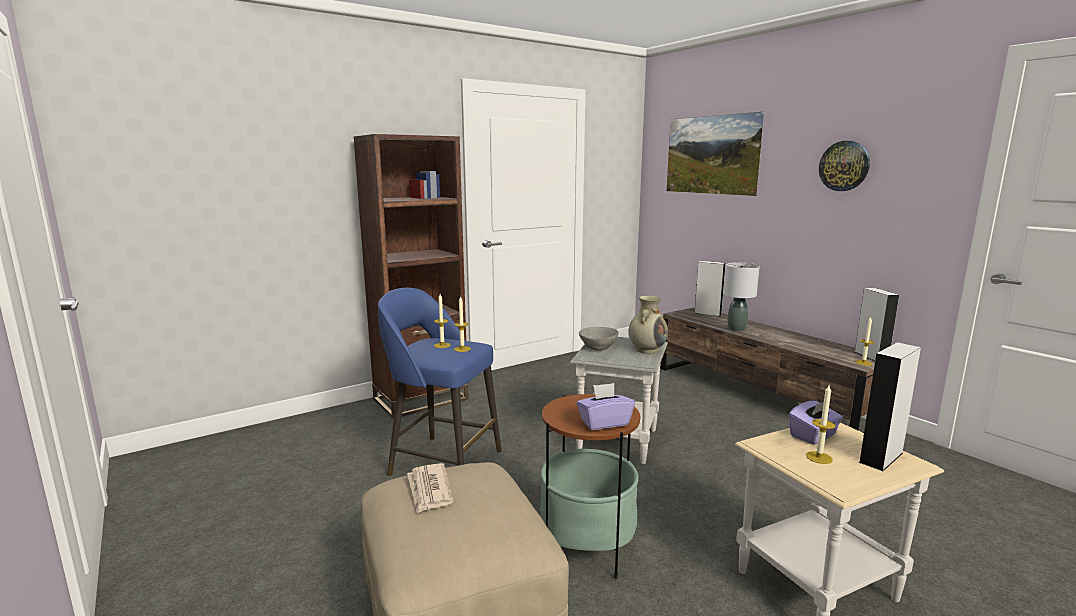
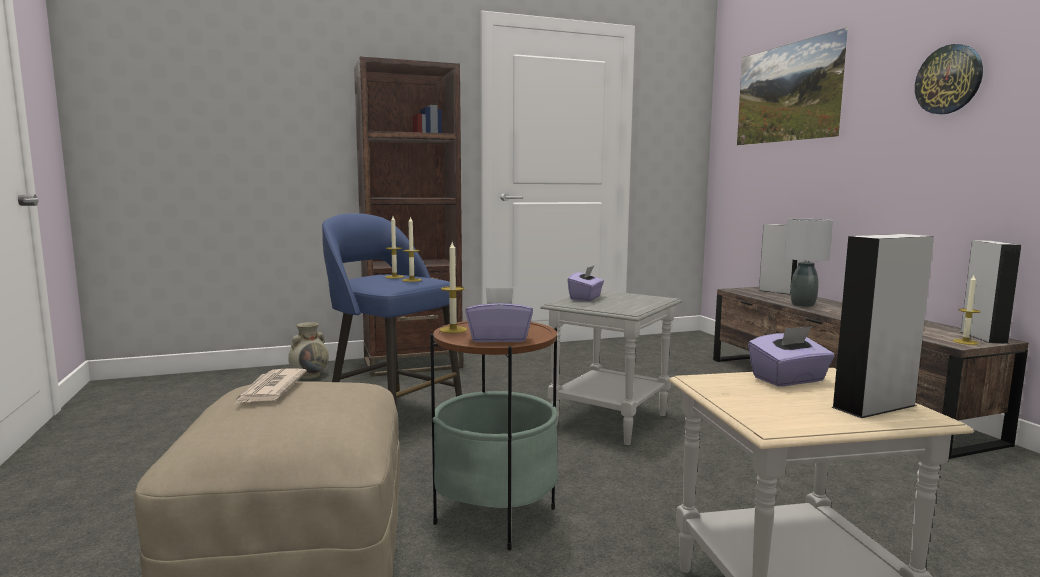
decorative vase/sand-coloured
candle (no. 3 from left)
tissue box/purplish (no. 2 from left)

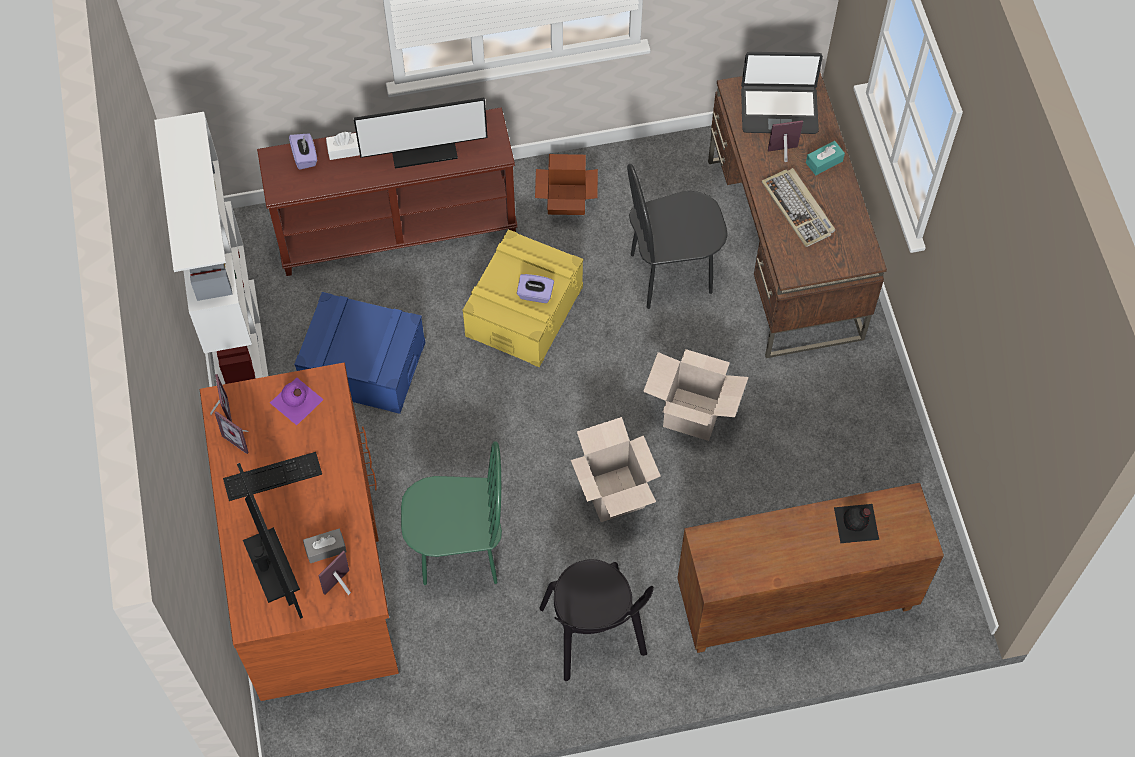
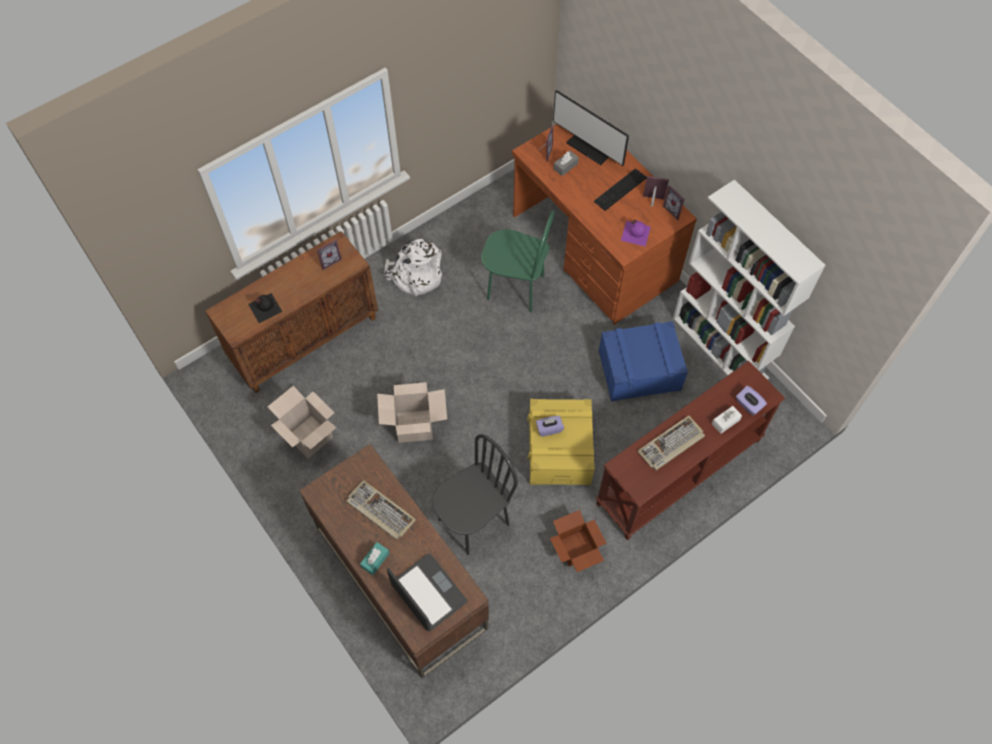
carton (no. 1 from left)
photo frame (no. 1 from left)
knapsack/whitish
laptop
plain chair/greenish
PC keyboard (no. 3 from left)

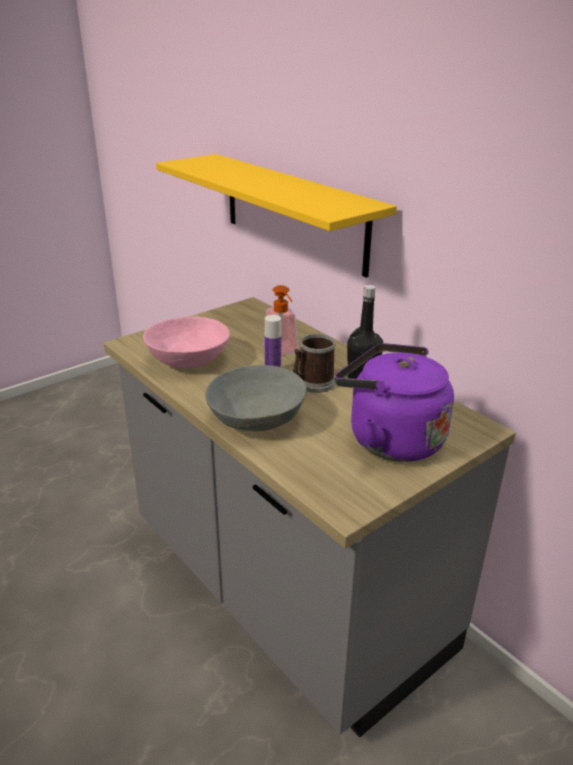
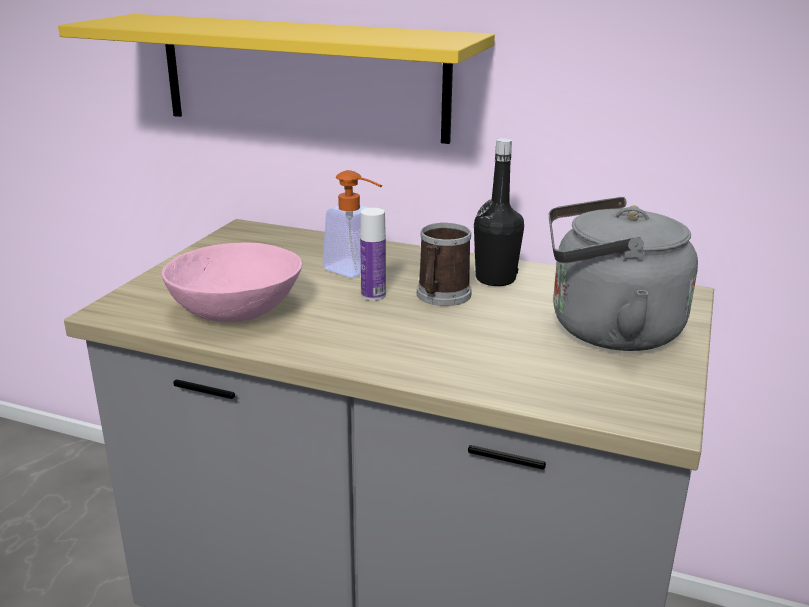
kettle/grey
serving bowl/grey

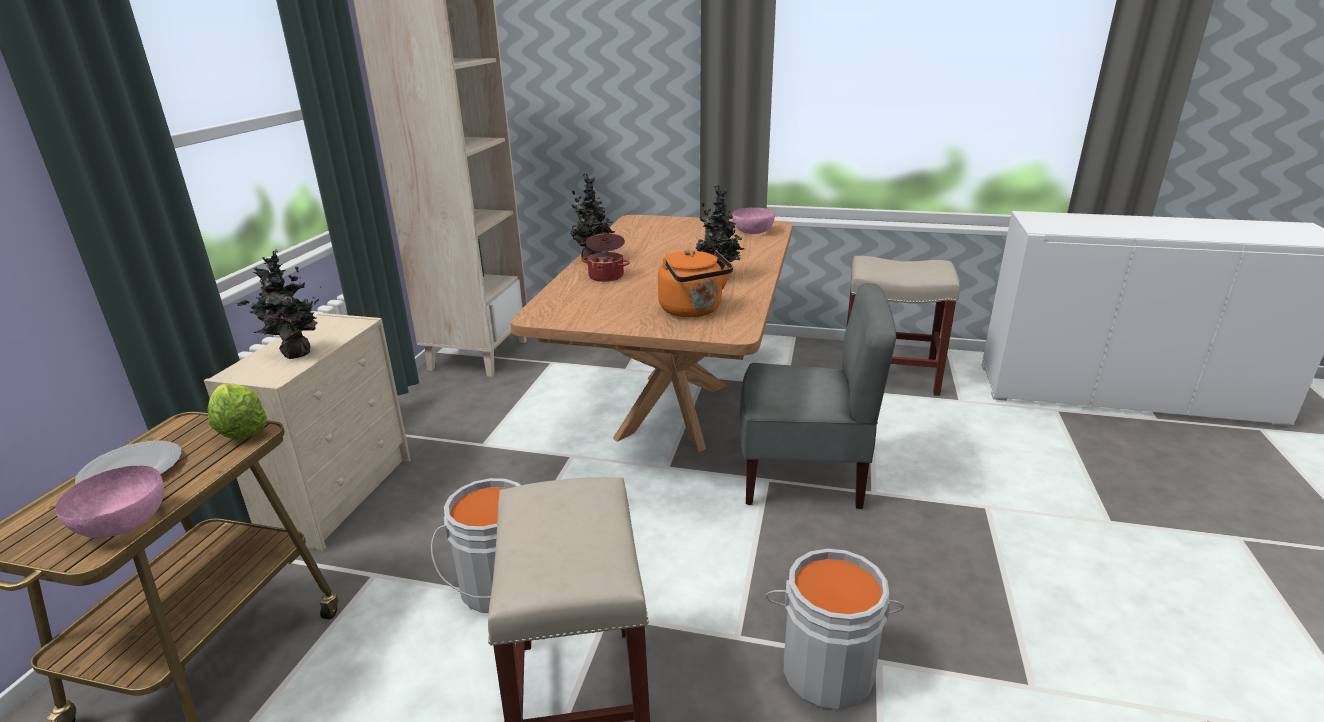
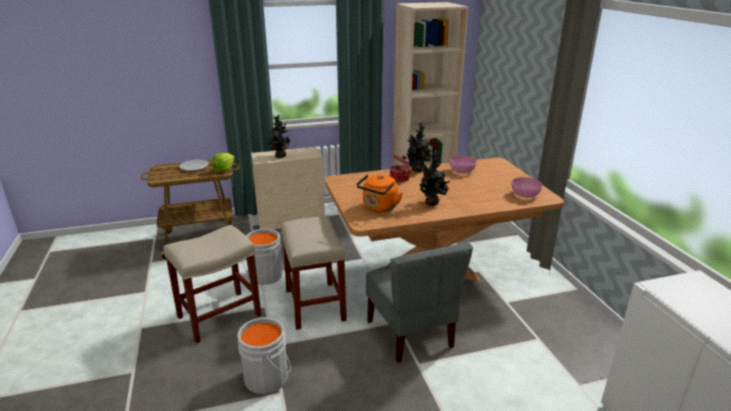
stool seat/sand-coloured (no. 2 from left)
serving bowl/pink (no. 1 from left)

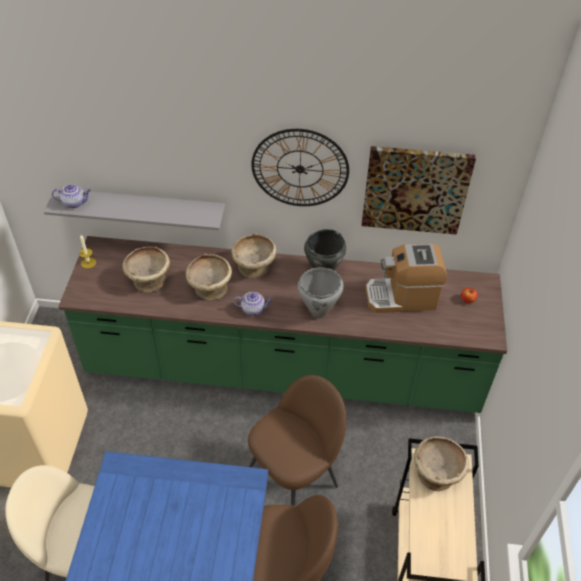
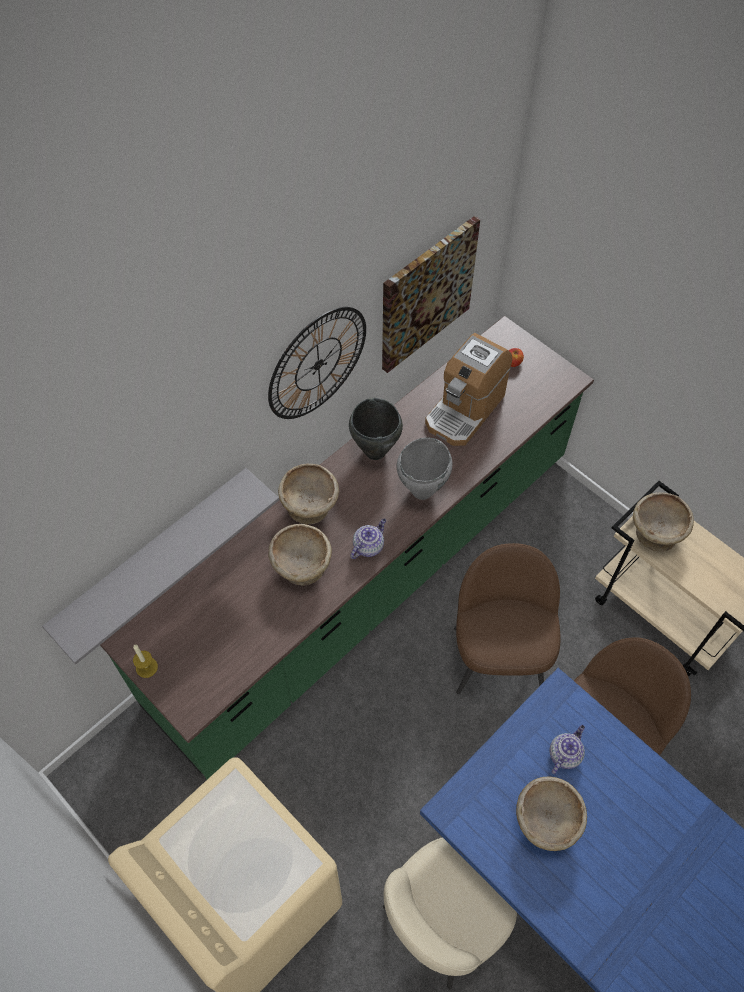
serving bowl/sand-coloured (no. 3 from left)
teapot (no. 2 from left)

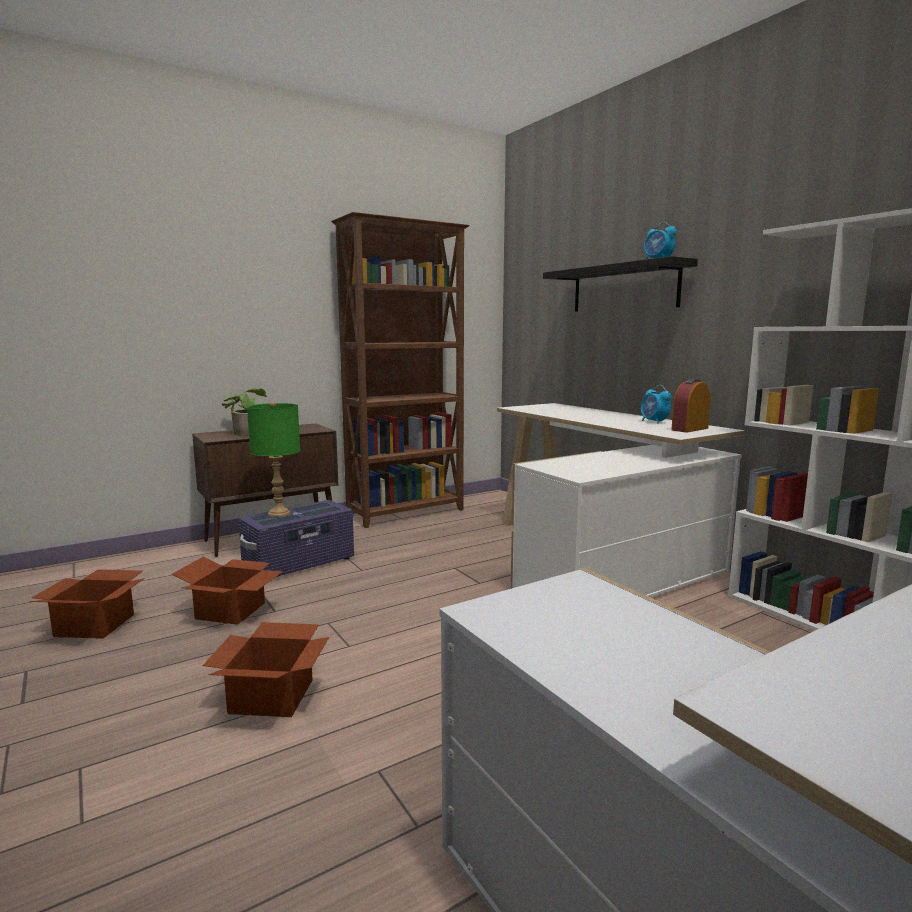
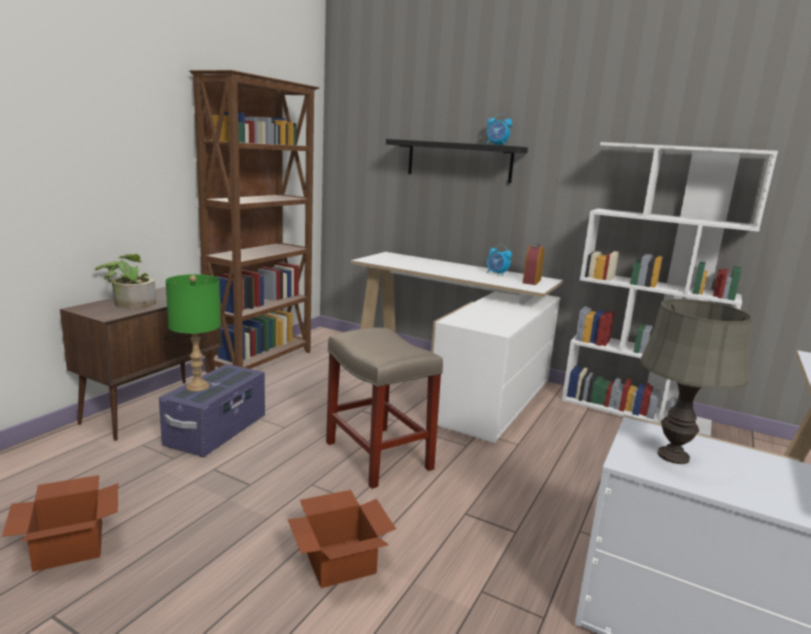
stool seat/sand-coloured
tabletop lamp/grey
carton (no. 2 from left in the first image)

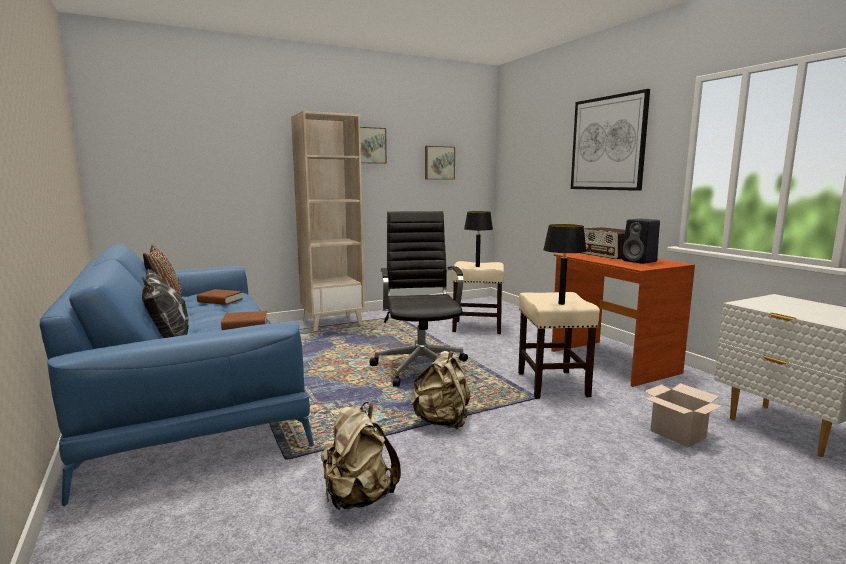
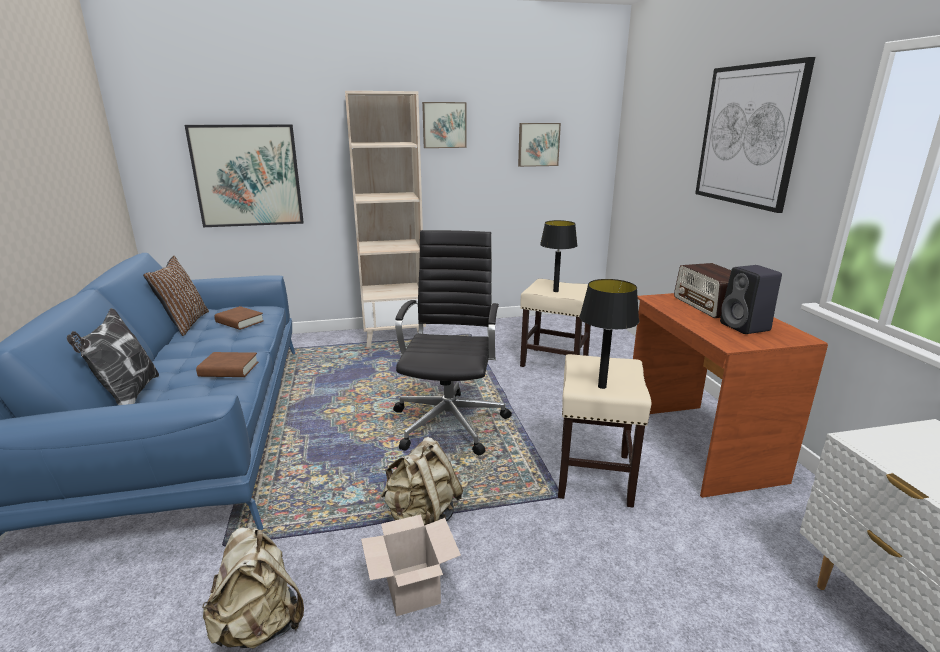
picture (no. 1 from left)
carton

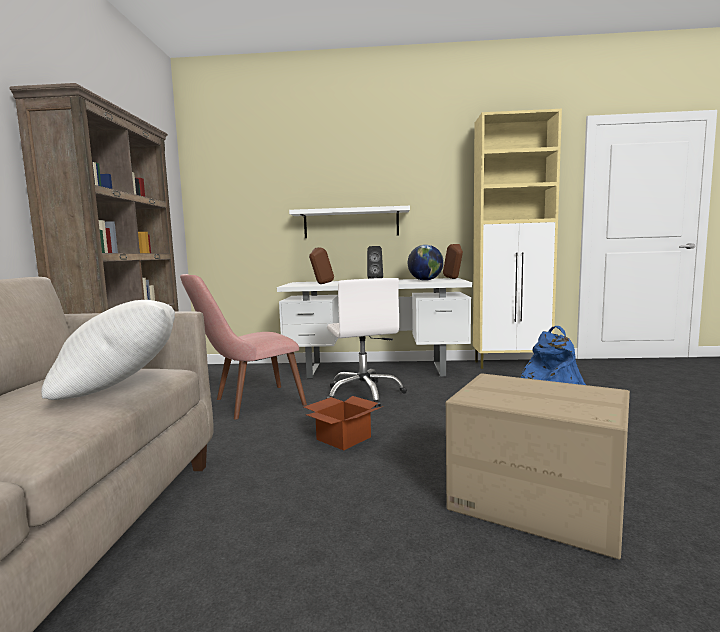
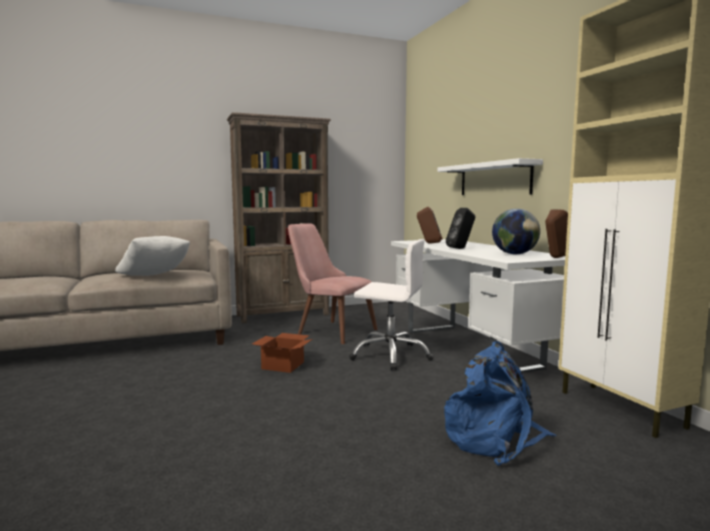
office chair/whitish
carton (no. 2 from left in the first image)

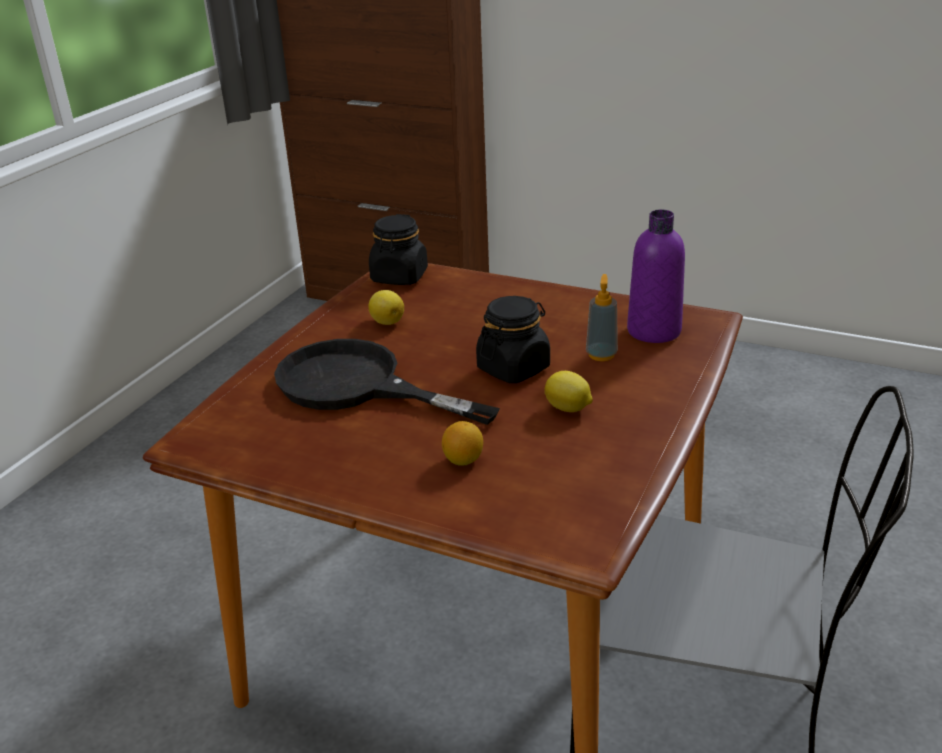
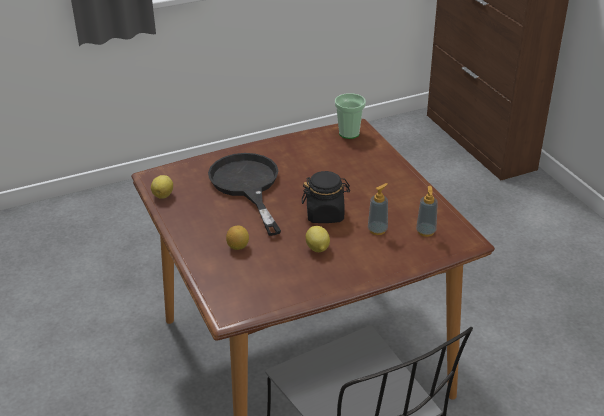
lemon (no. 1 from left)
small cup
soap bottle (no. 2 from left)

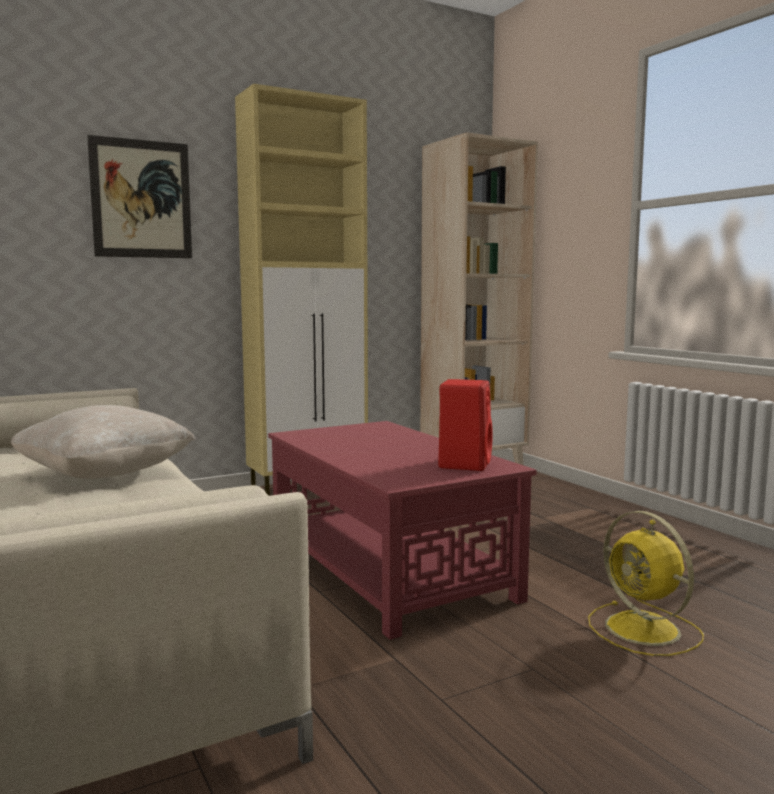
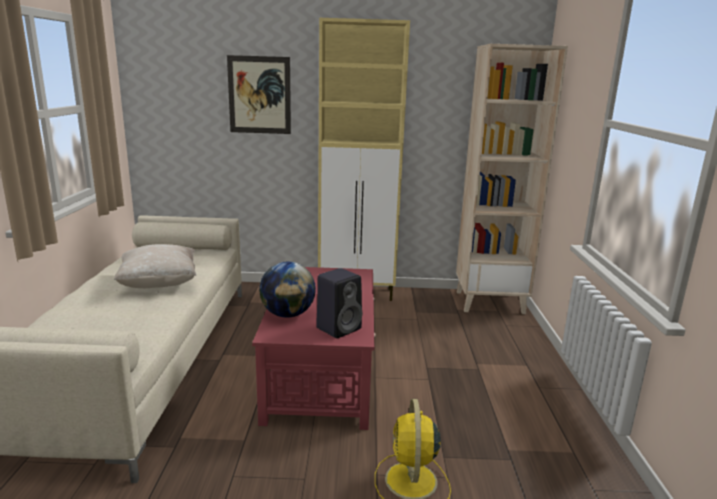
globe
loudspeaker/blackish

